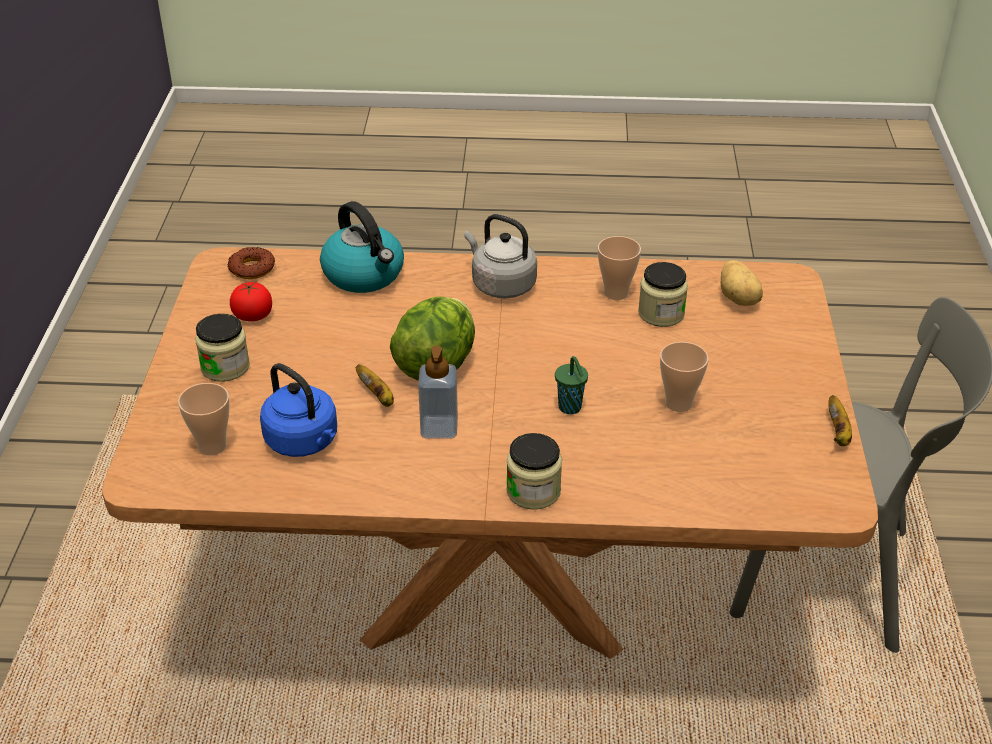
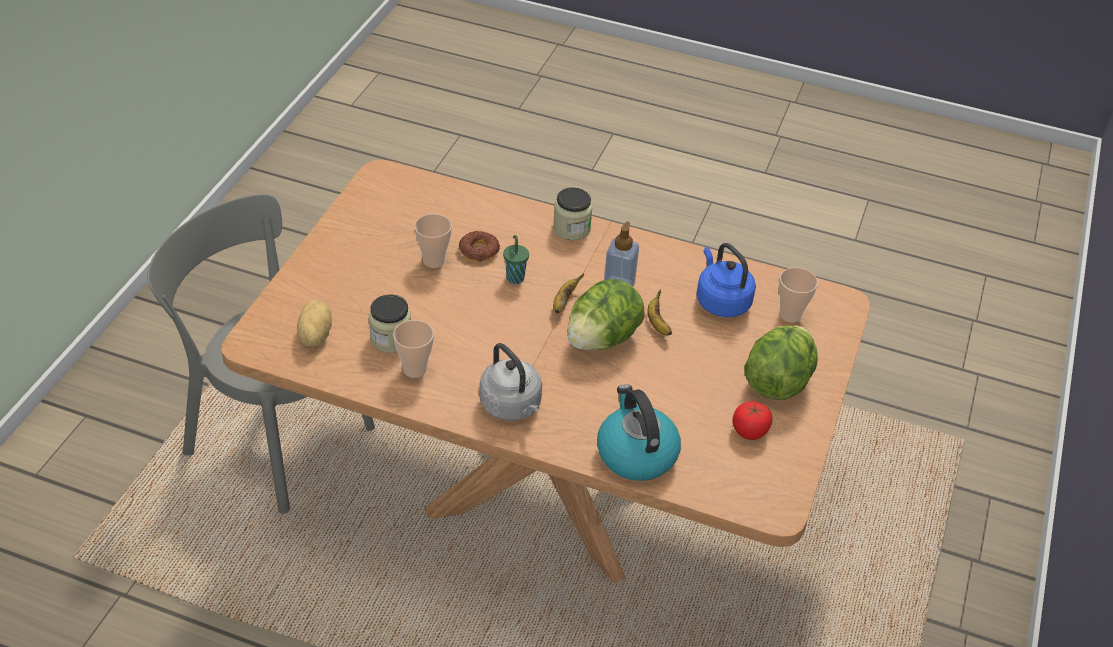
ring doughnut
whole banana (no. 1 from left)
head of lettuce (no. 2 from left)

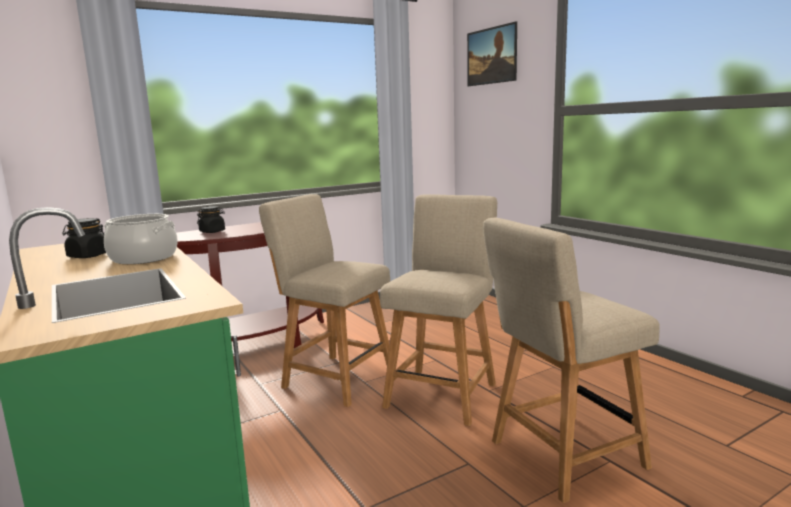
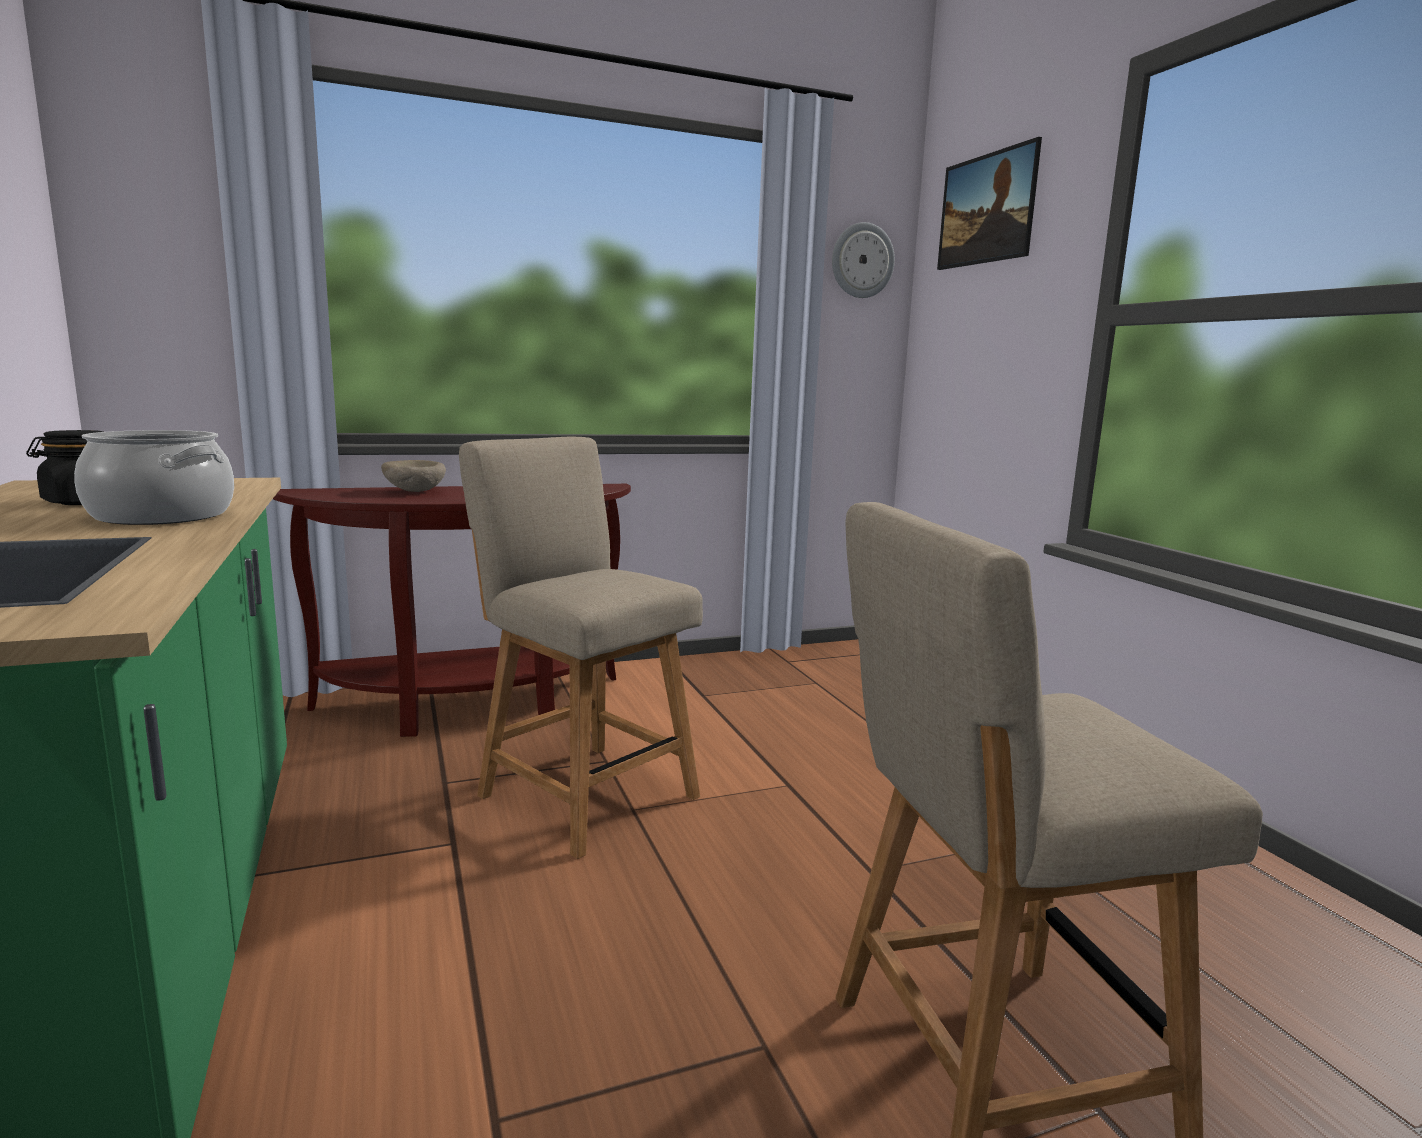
serving bowl/sand-coloured
hanging clock
plain chair/sand-coloured (no. 2 from left in the first image)

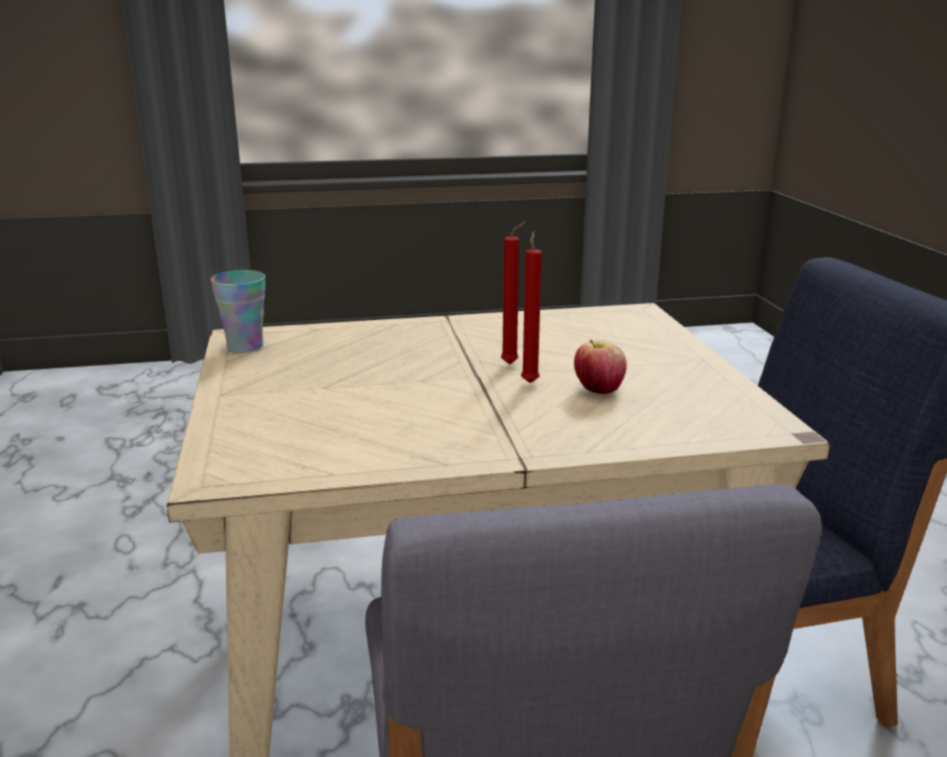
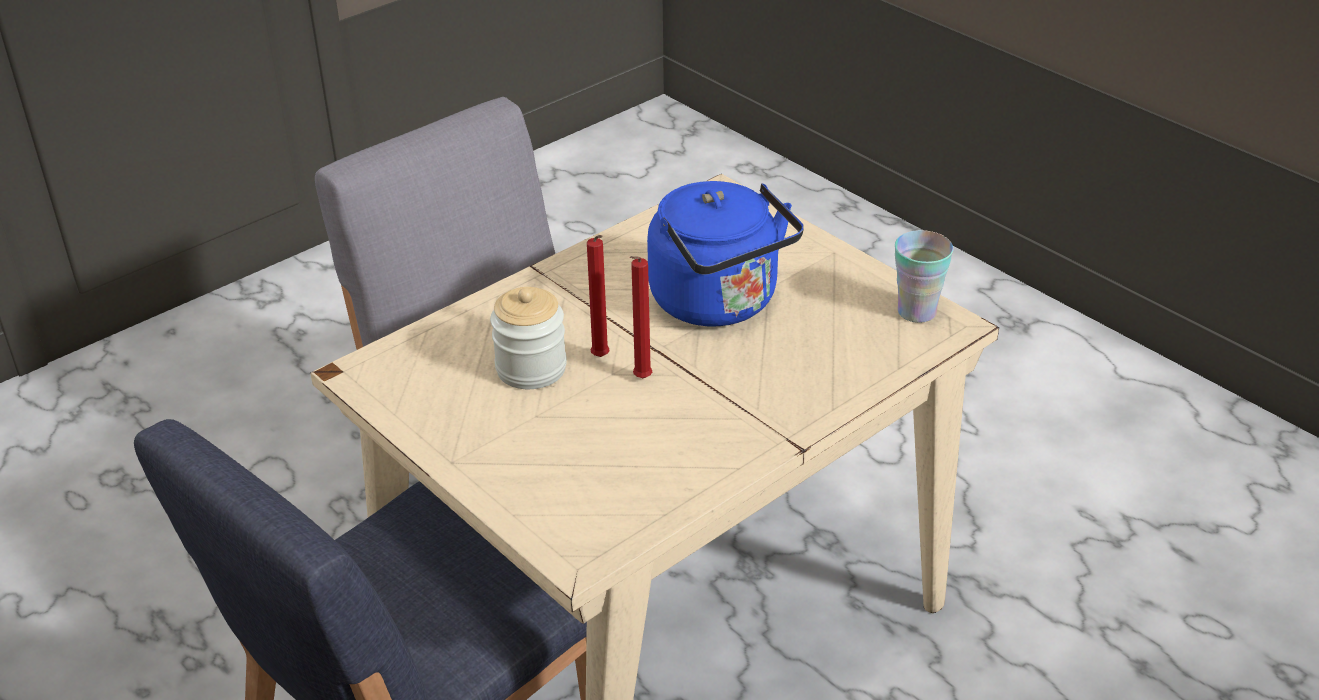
jar
kettle/blue

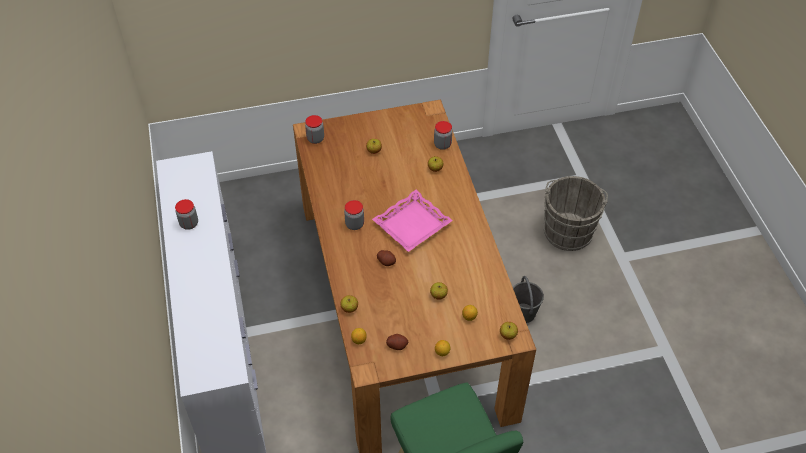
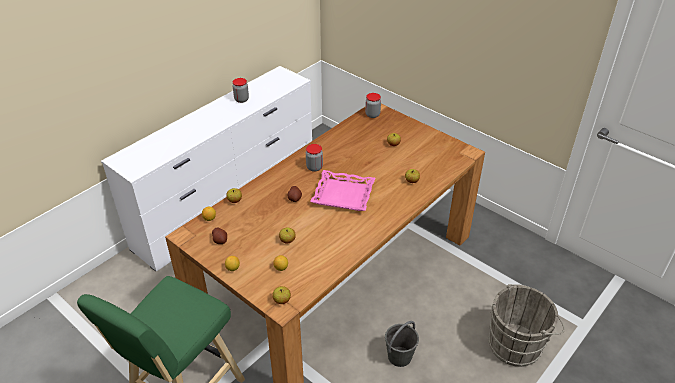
jar (no. 4 from left in the first image)

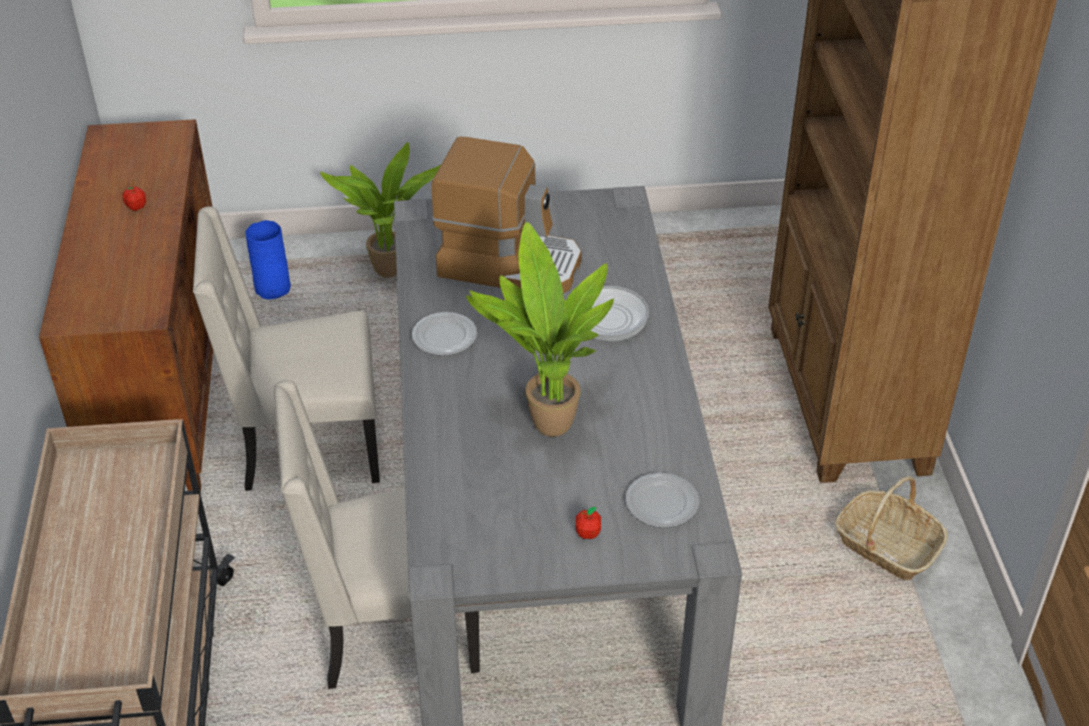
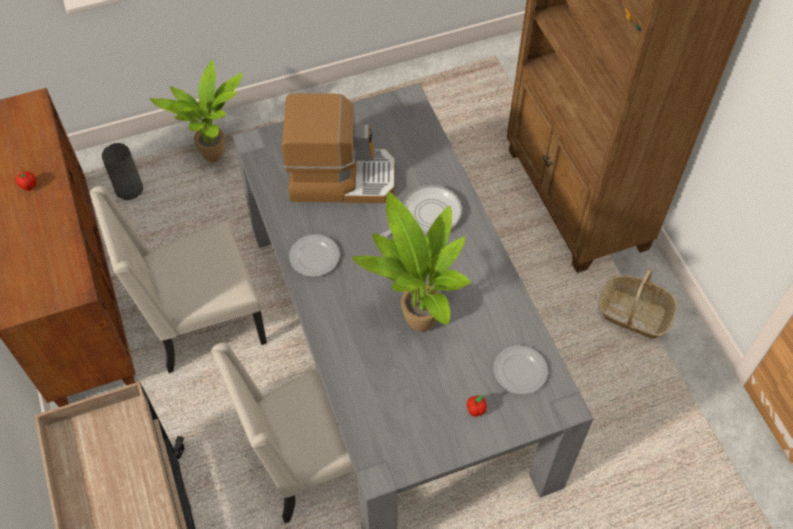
decorative vase/grey

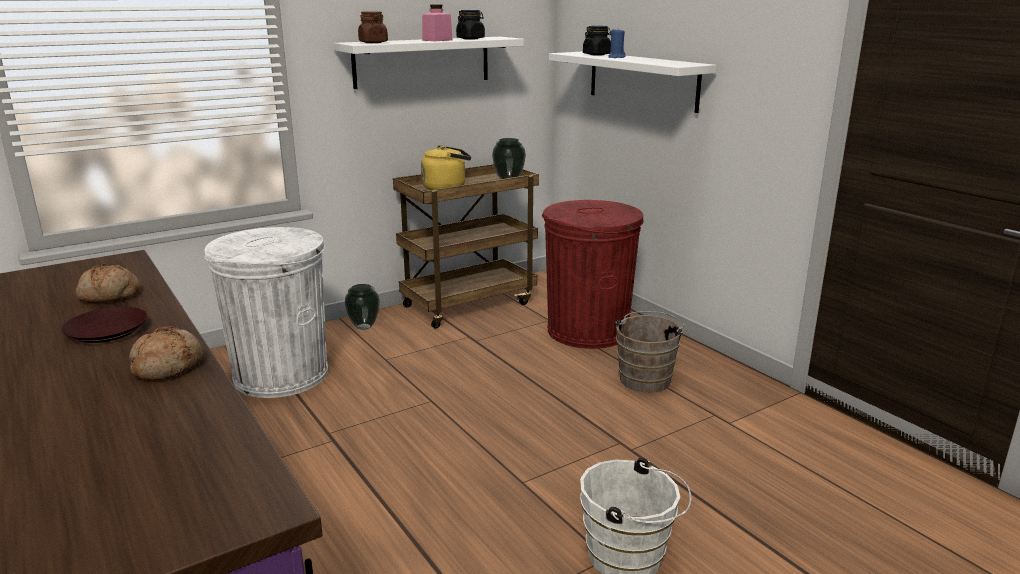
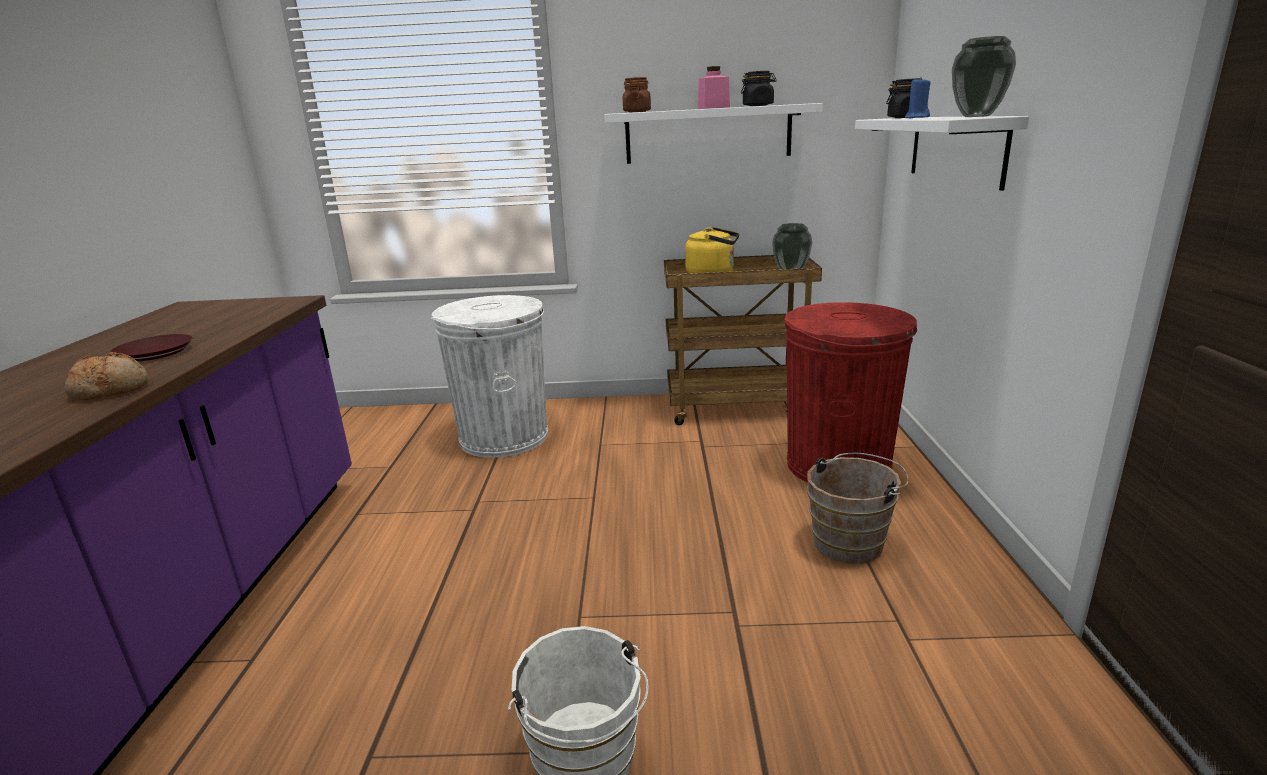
decorative vase (no. 2 from left)
bread (no. 1 from left in the first image)

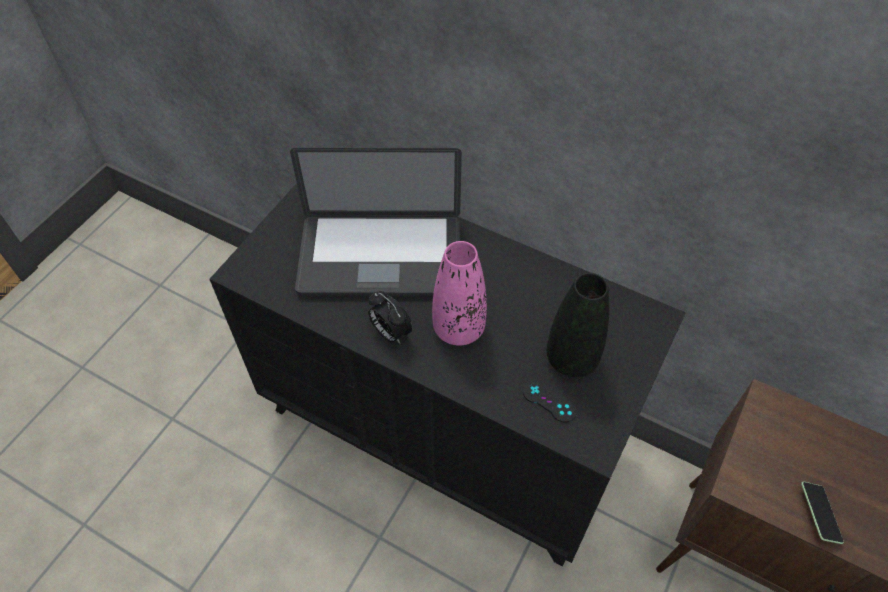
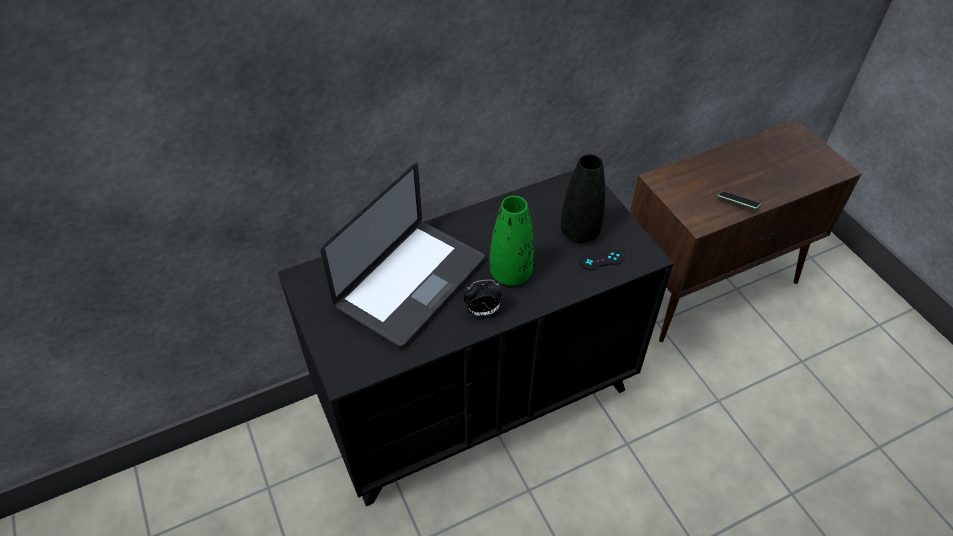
decorative vase/greenish

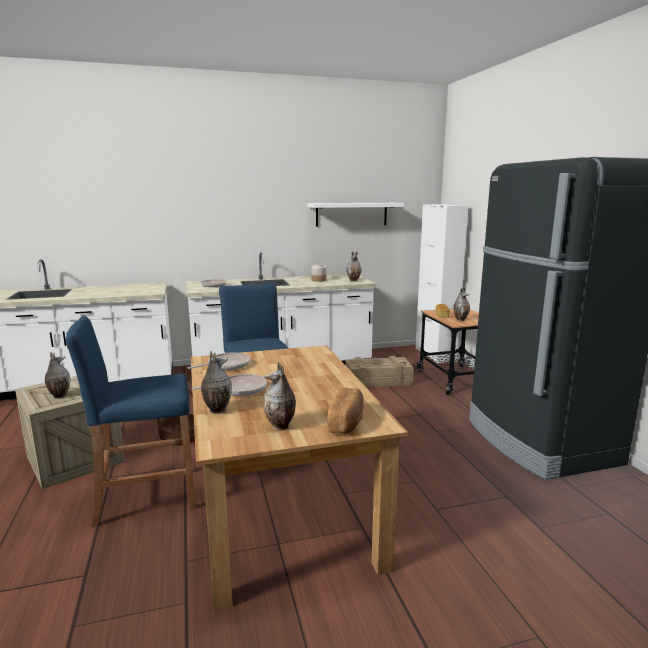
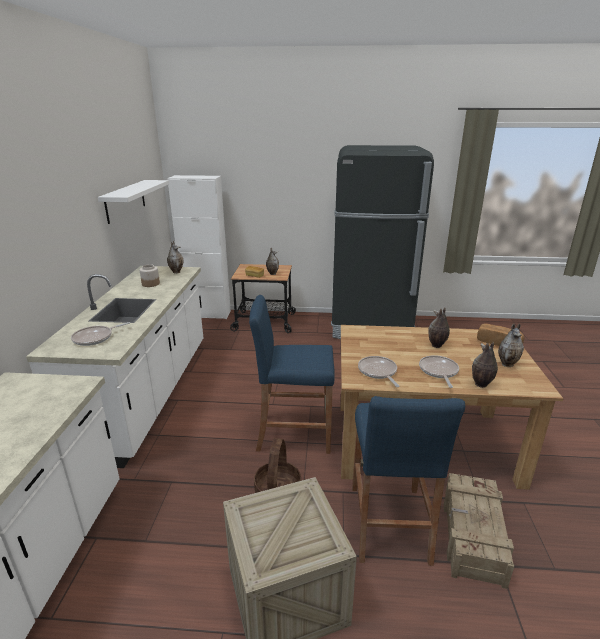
decorative vase (no. 3 from left)
packing crate (no. 2 from left)

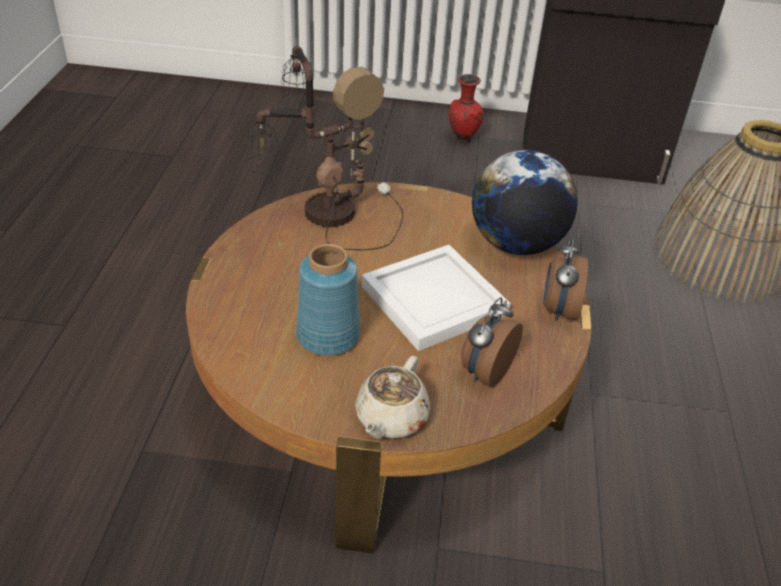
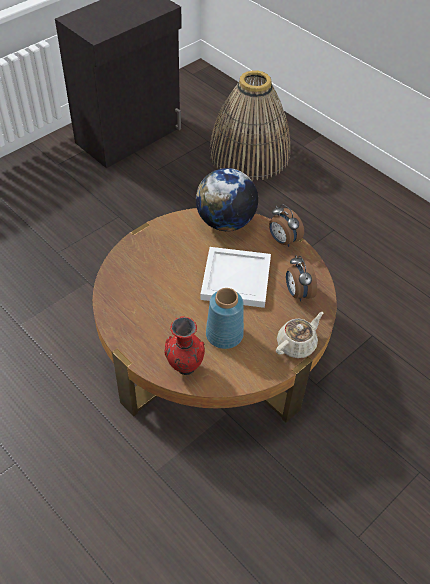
decorative vase/red-coloured
teapot/sand-coloured
tabletop lamp

